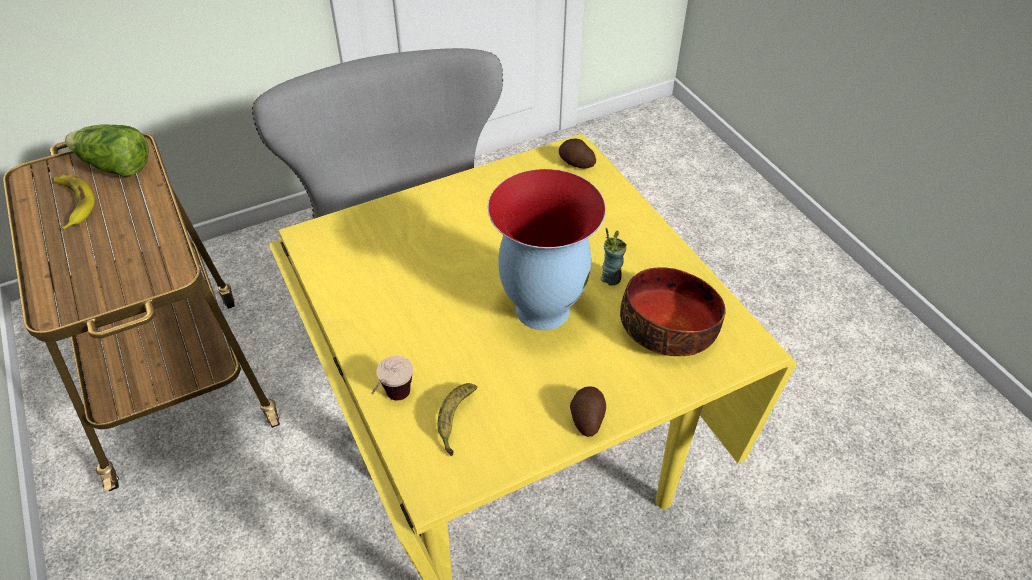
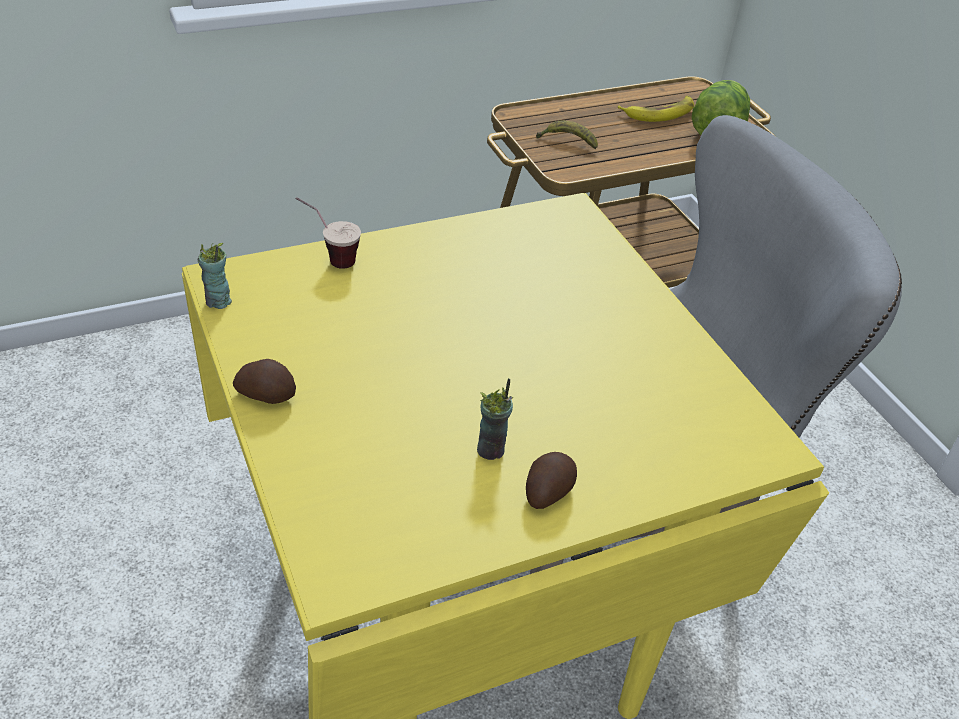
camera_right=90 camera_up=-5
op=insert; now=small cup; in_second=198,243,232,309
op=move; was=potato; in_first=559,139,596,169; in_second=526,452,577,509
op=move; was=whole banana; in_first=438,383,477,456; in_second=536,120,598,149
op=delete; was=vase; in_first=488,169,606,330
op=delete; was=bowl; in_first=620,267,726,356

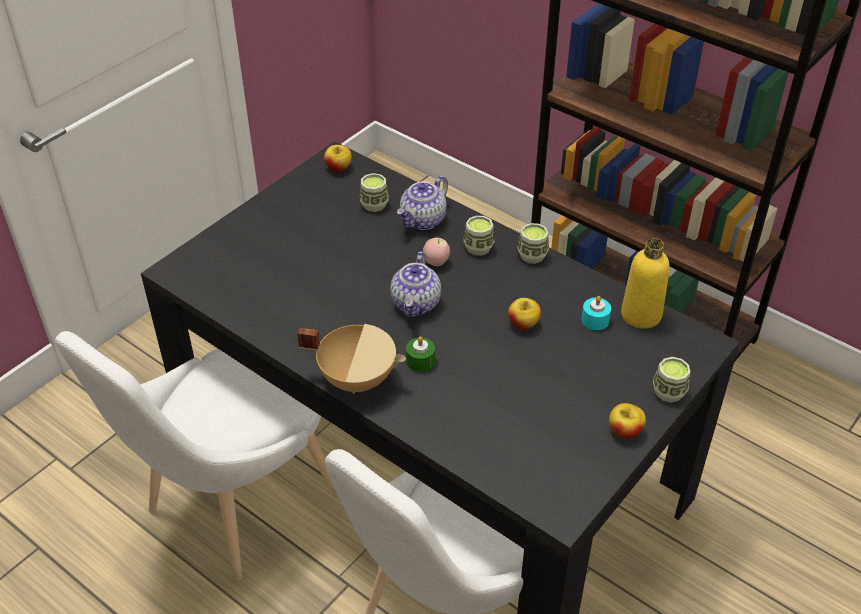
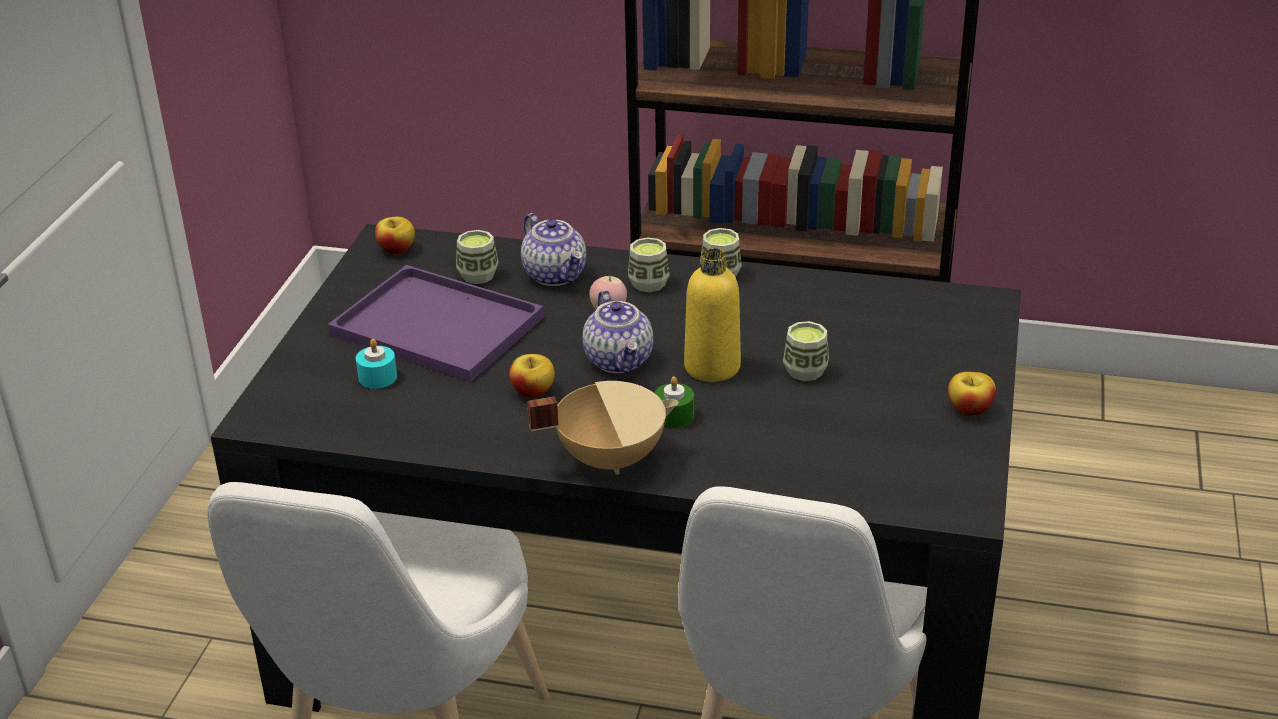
camera_right=-25 camera_up=-10
op=insert; now=tray in purple-coloured; in_second=328,265,544,382
op=move; was=wax candle in turquoise-coloured; in_first=581,296,611,330; in_second=356,339,397,389
op=move; was=apple fruit; in_first=508,298,541,330; in_second=509,354,555,398
op=rotate; was=teapot; in_first=397,176,448,230; in_second=521,213,586,286; clockwise=-45
op=move; was=drink bottle in yellow-coloured; in_first=621,238,670,329; in_second=684,248,741,382
op=move; was=small cup; in_first=653,357,690,403; in_second=783,321,829,381

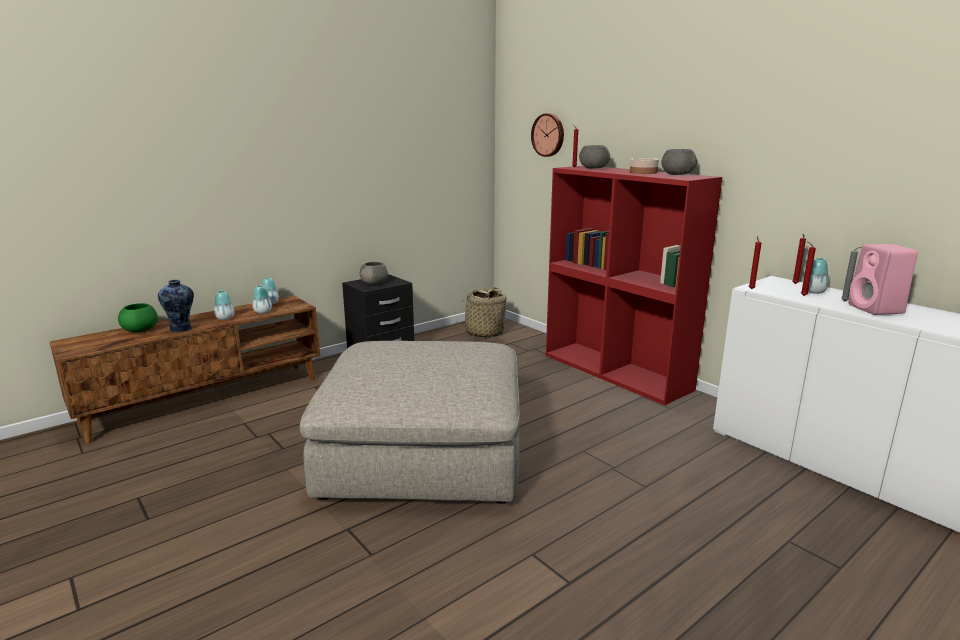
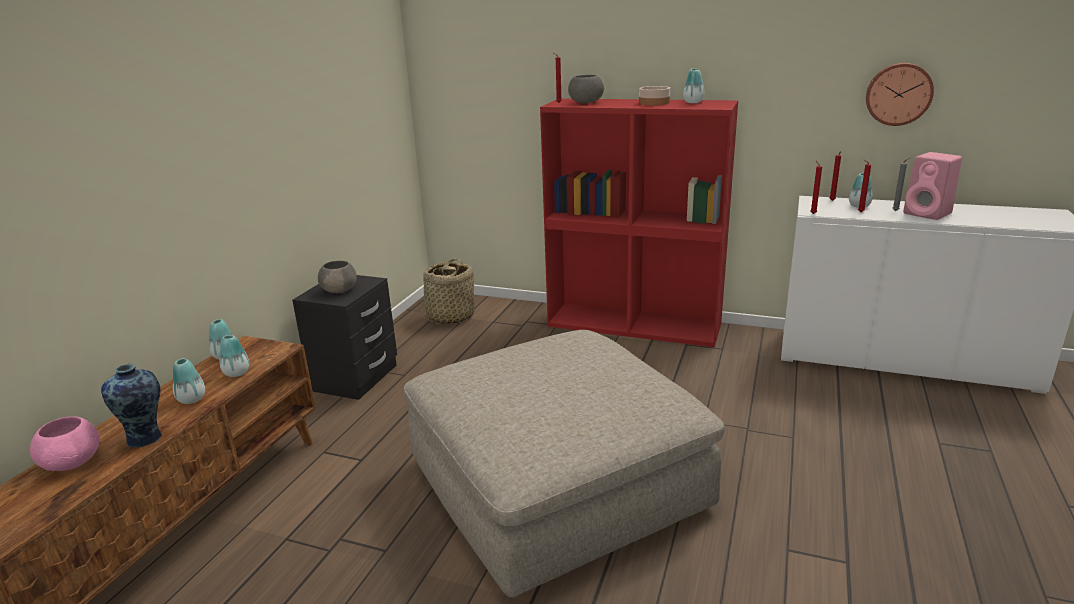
camera_right=-30 camera_up=5
op=recolor; was=bowl in greenish; now=bowl in pinkish; in_first=118,303,158,333; in_second=30,416,100,471
op=replace; was=bowl in gray; now=vase; in_first=662,149,697,175; in_second=683,69,704,103
op=move; was=hanging clock; in_first=531,114,564,157; in_second=866,63,934,126

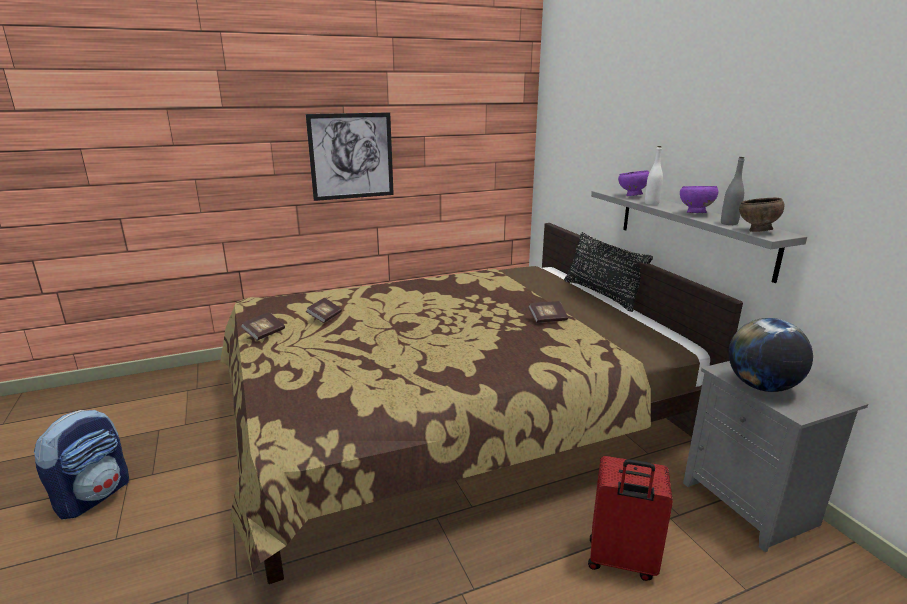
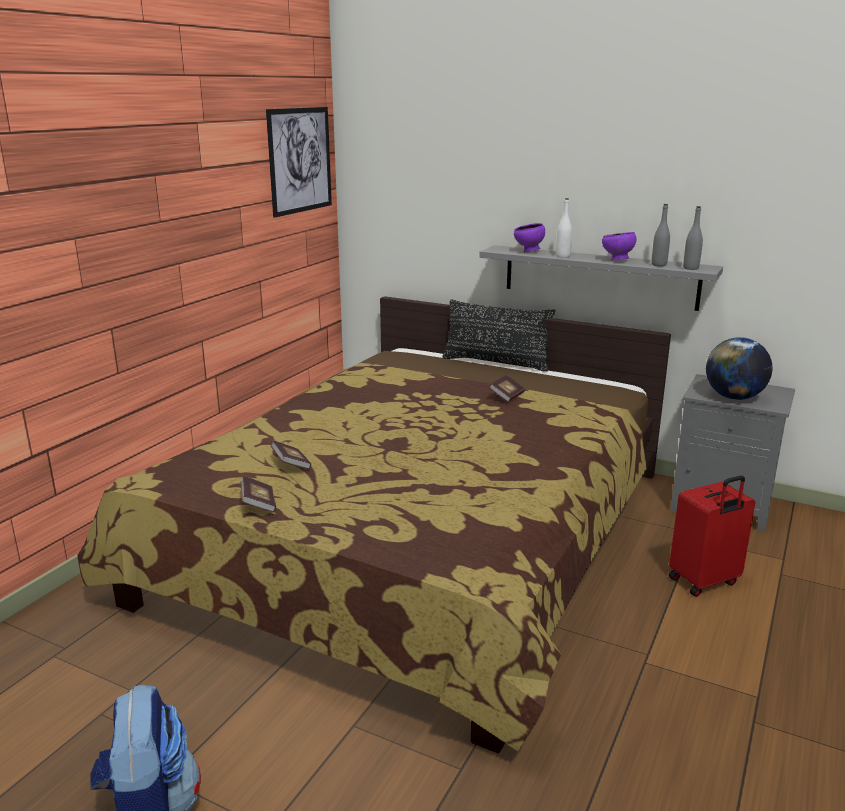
camera_right=-40 camera_up=0
op=move; was=wall art; in_first=306,112,394,201; in_second=266,107,332,218
op=replace; was=bowl in brownish; now=drink bottle in gray; in_first=739,198,785,232; in_second=683,206,703,270

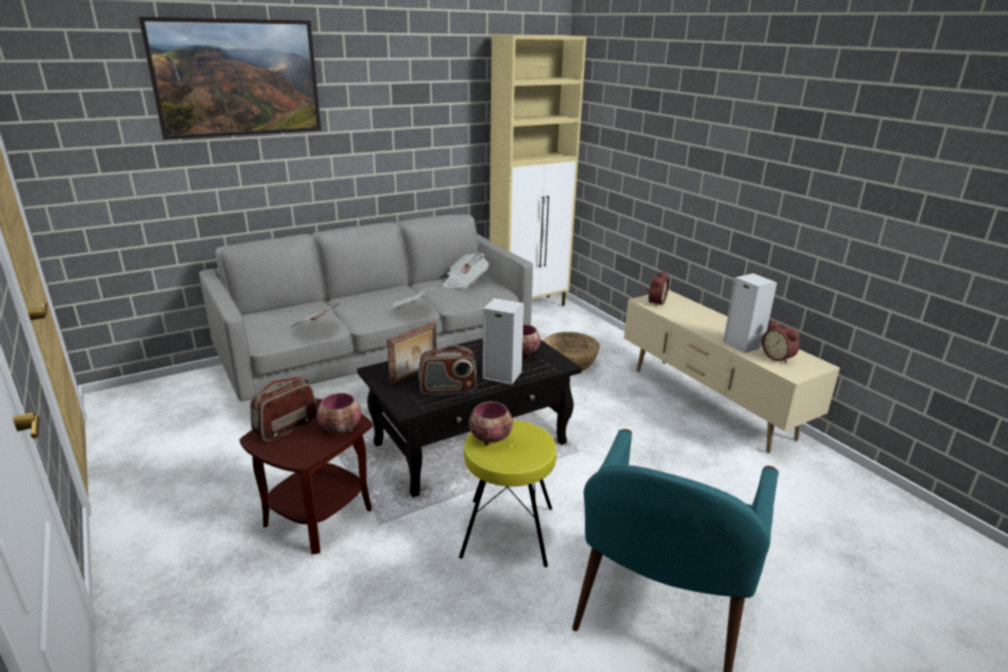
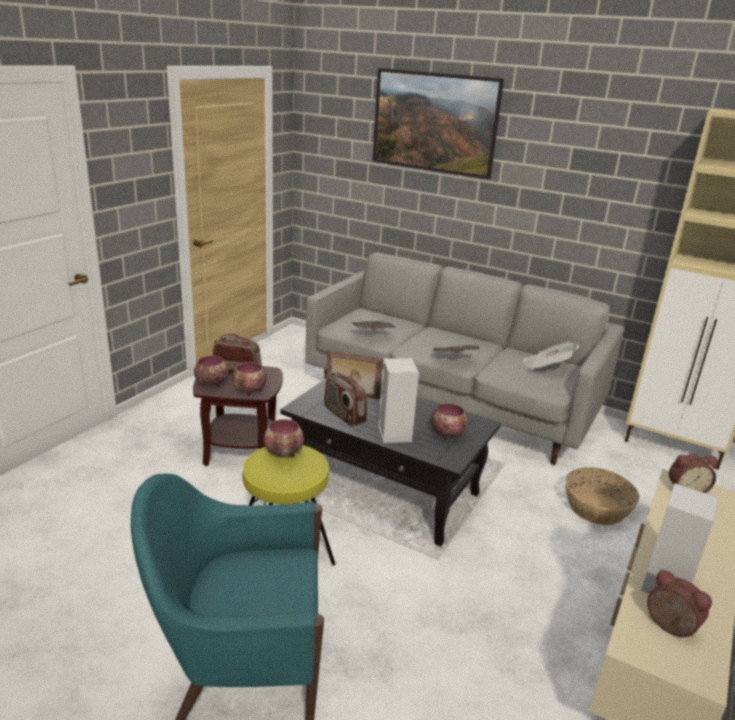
camera_right=60 camera_up=0
op=insert; now=bowl; in_second=194,355,228,387
op=rotate; was=bedside clock; in_first=762,320,800,364; in_second=647,569,712,637; clockwise=105

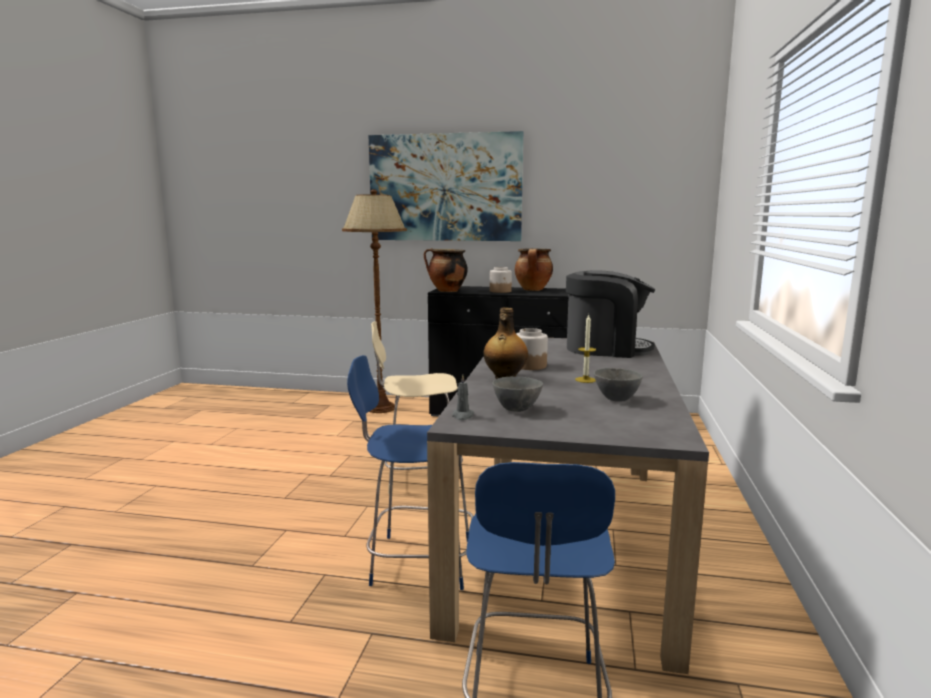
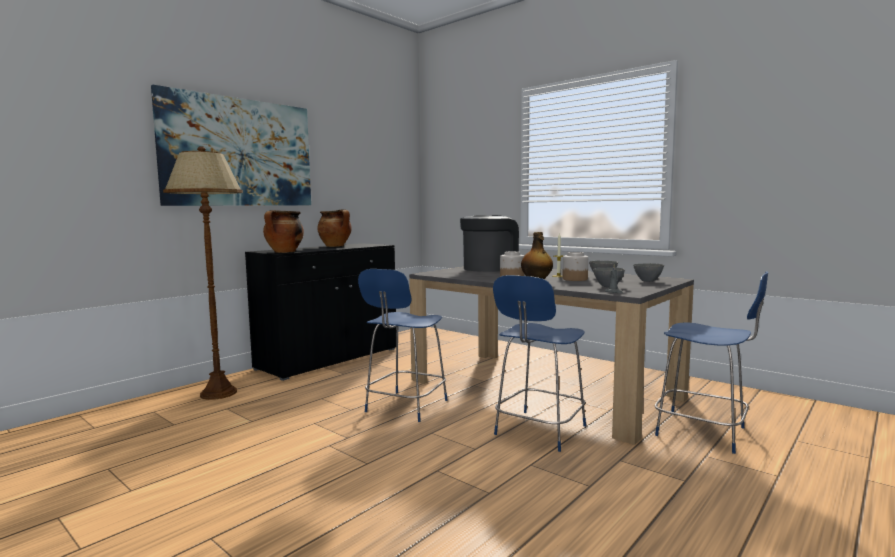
camera_right=-60 camera_up=-5
op=recolor; was=upright chair in beige-coloured; now=upright chair in blue-coloured; in_first=371,321,463,493; in_second=358,269,448,422
op=move; was=preserve jar; in_first=490,267,512,293; in_second=563,252,588,281
op=insert; now=bowl in gray; in_second=633,263,664,282

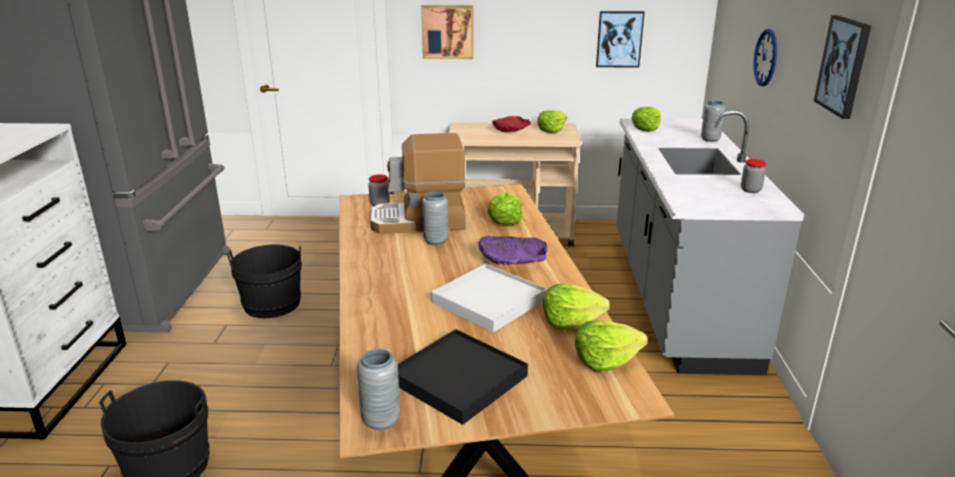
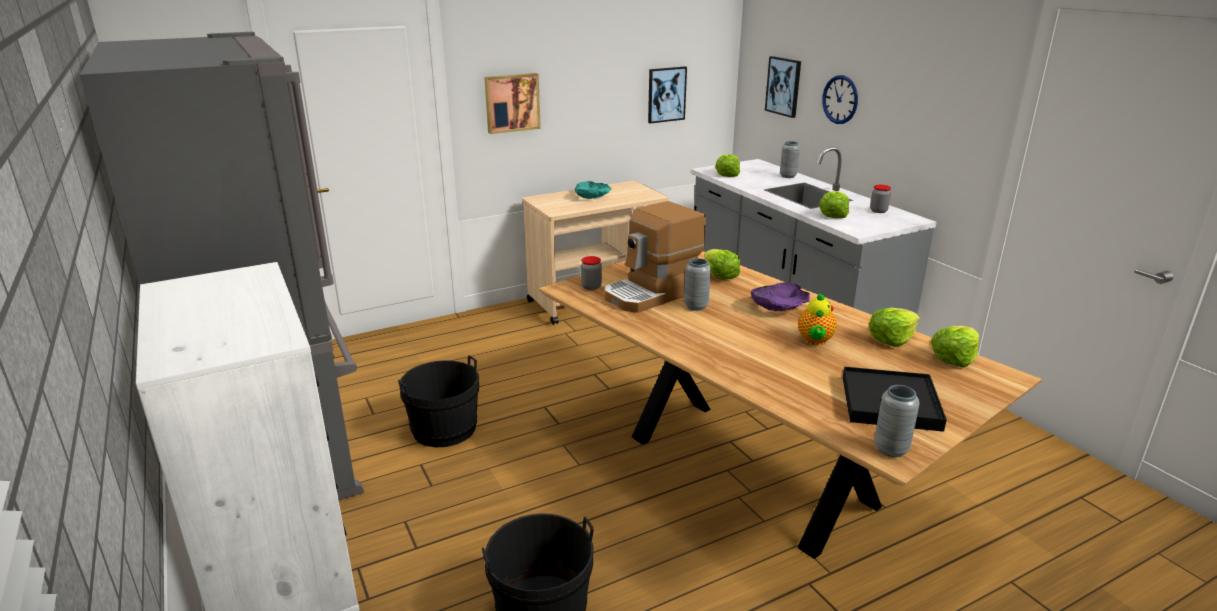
camera_right=-30 camera_up=0
op=recolor; was=bowl in red; now=bowl in turquoise-coloured; in_first=492,116,531,132; in_second=575,181,611,199
op=move; was=wall art; in_first=814,15,871,119; in_second=765,56,801,118
op=replace; was=tray in whitish; now=teapot; in_first=431,264,547,332; in_second=798,293,837,346
op=move; was=lettuce; in_first=537,110,567,133; in_second=819,191,849,218

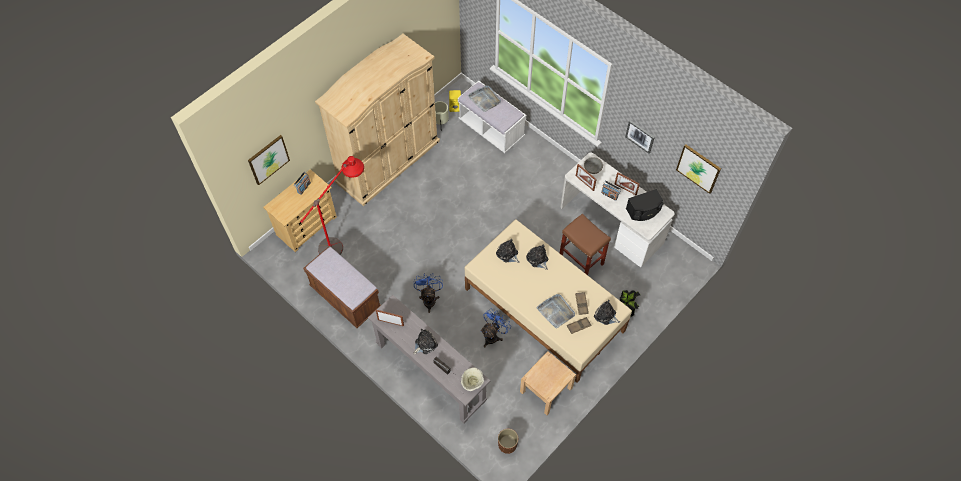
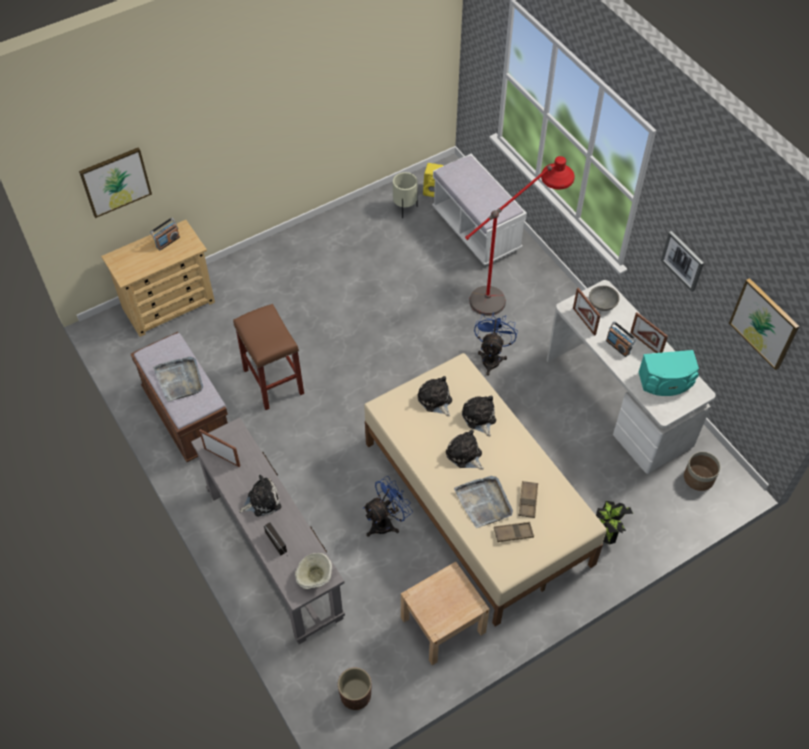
camera_right=15 camera_up=-5
op=move; was=tray in gray; in_first=468,86,501,112; in_second=153,357,203,402
op=move; was=stool seat in brownish; in_first=560,214,611,275; in_second=233,304,304,410
op=move; was=plush toy; in_first=594,300,620,325; in_second=446,429,484,470
op=move; was=standing lamp in red; in_first=300,156,364,255; in_second=465,156,575,316
op=move; was=cooling fan in blue-coloured; in_first=414,273,443,313; in_second=474,312,518,376
op=recolor; was=loudspeaker in black-coloured; now=loudspeaker in turquoise-coloured; in_first=626,189,664,221; in_second=638,350,699,396
op=insert; now=flower pot; in_second=684,452,720,491
op=delete; was=armoire in beige-coloured; in_first=315,34,440,206

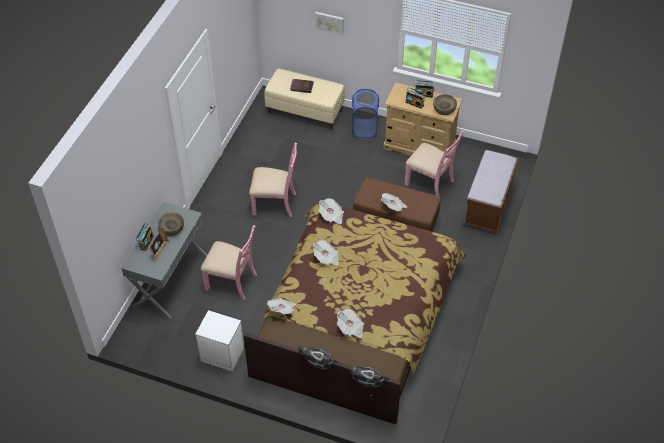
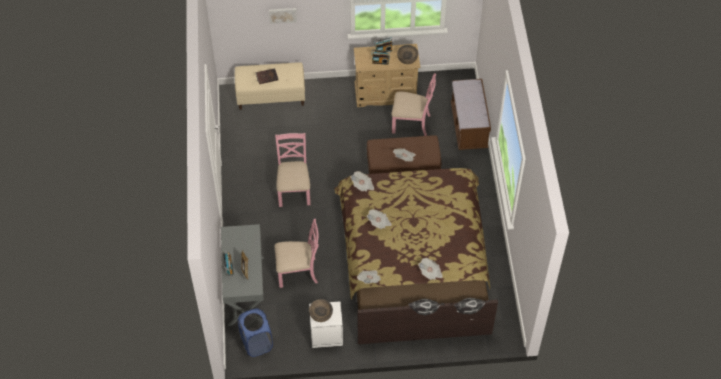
camera_right=-25 camera_up=5
op=move; was=washing basket in blue-coloured; in_first=352,89,379,138; in_second=238,308,273,357
op=rotate; was=upright chair in pinkish; in_first=249,143,297,217; in_second=275,133,311,207; clockwise=-75
op=move; was=bowl in brownish; in_first=158,212,184,236; in_second=309,299,333,322

